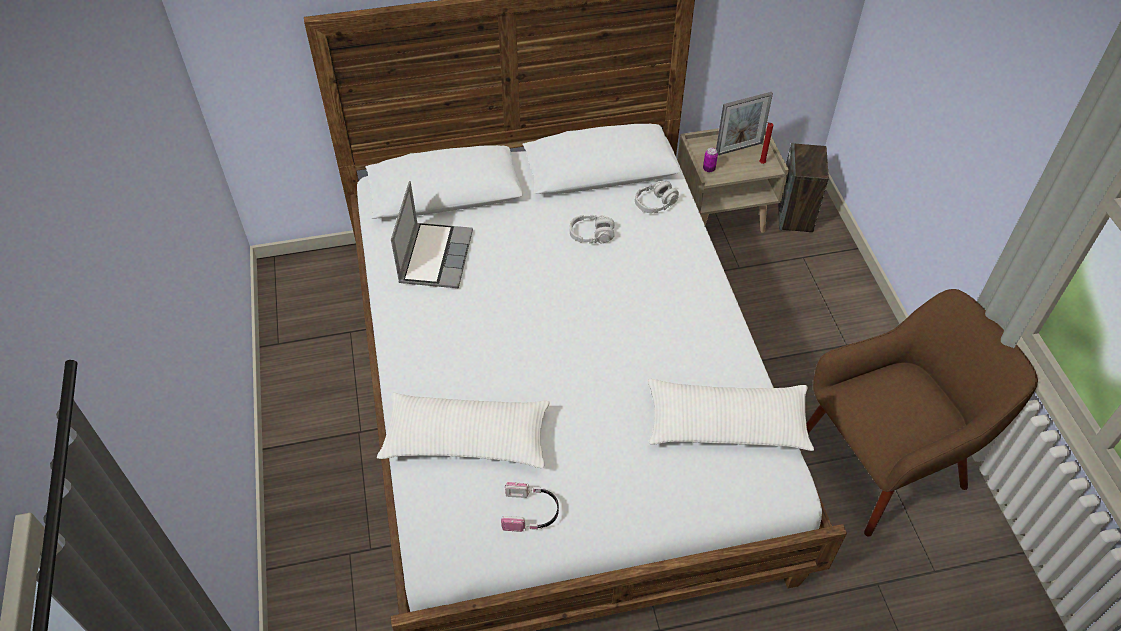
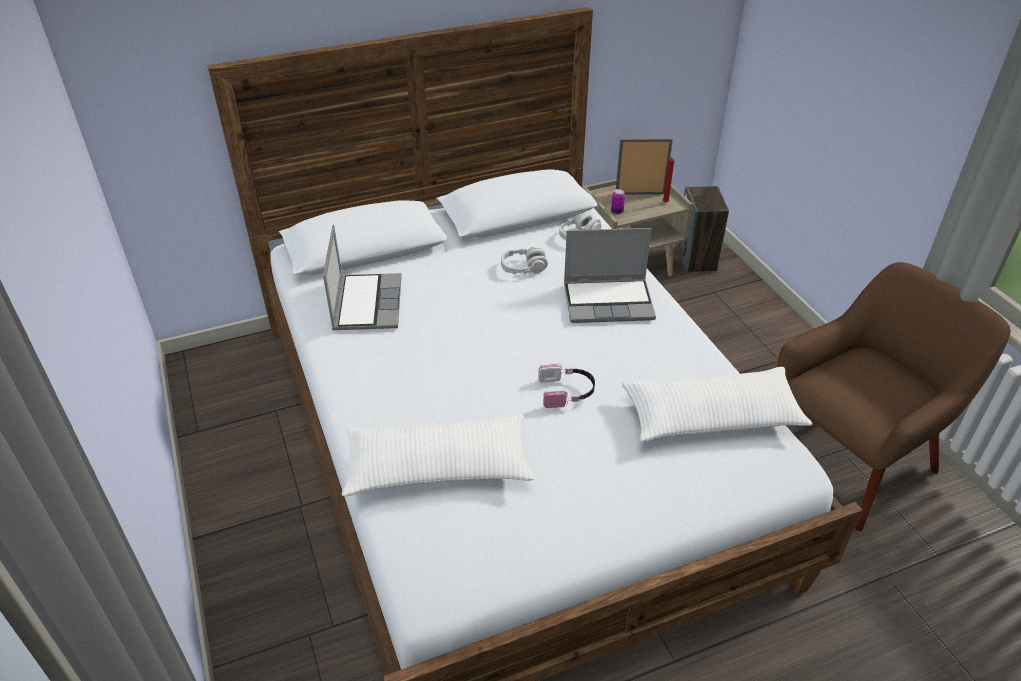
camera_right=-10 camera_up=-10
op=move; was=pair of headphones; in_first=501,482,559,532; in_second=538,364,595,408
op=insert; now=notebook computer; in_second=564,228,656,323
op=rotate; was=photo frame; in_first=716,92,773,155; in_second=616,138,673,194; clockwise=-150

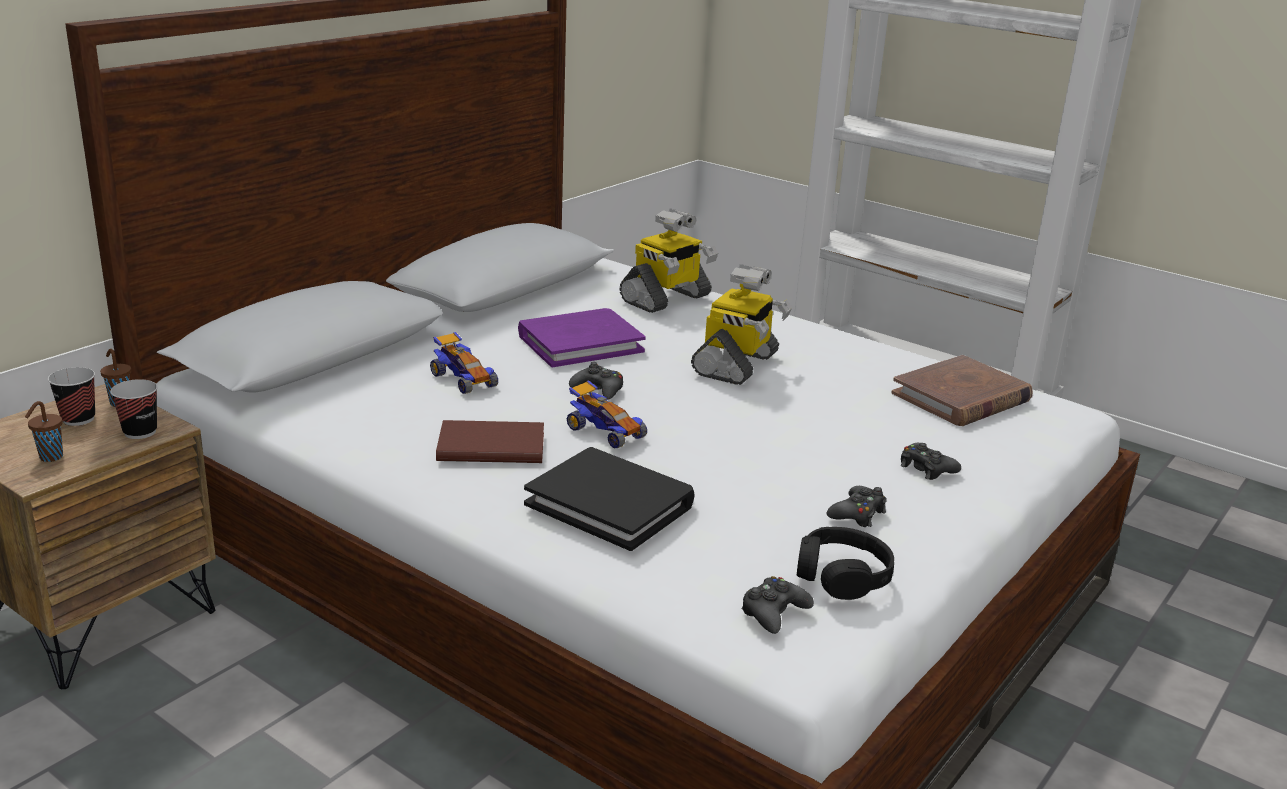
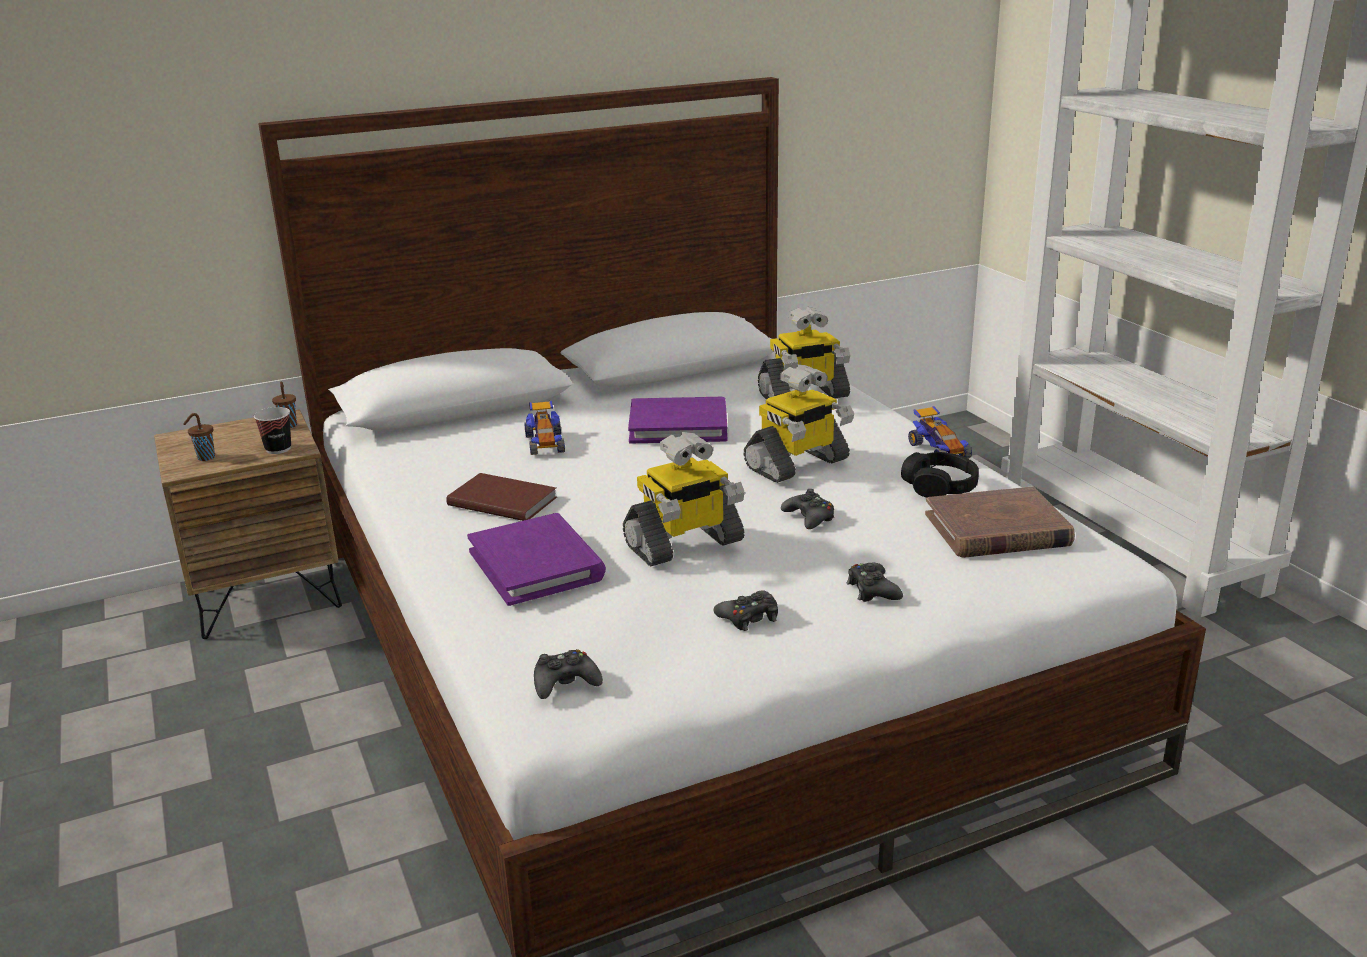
camera_right=30 camera_up=0
op=recolor; was=book in black-coloured; now=book in purple-coloured; in_first=524,447,694,551; in_second=467,513,606,606
op=insert; now=model robot; in_second=623,432,745,566
op=move; was=gamepad in black-coloured; in_first=569,362,623,400; in_second=781,489,834,529
op=move; was=pair of headphones in black-coloured; in_first=797,527,894,600; in_second=901,452,979,497
op=move; was=model car; in_first=567,380,647,448; in_second=908,406,972,458
op=delete; was=small cup; in_first=48,367,95,426

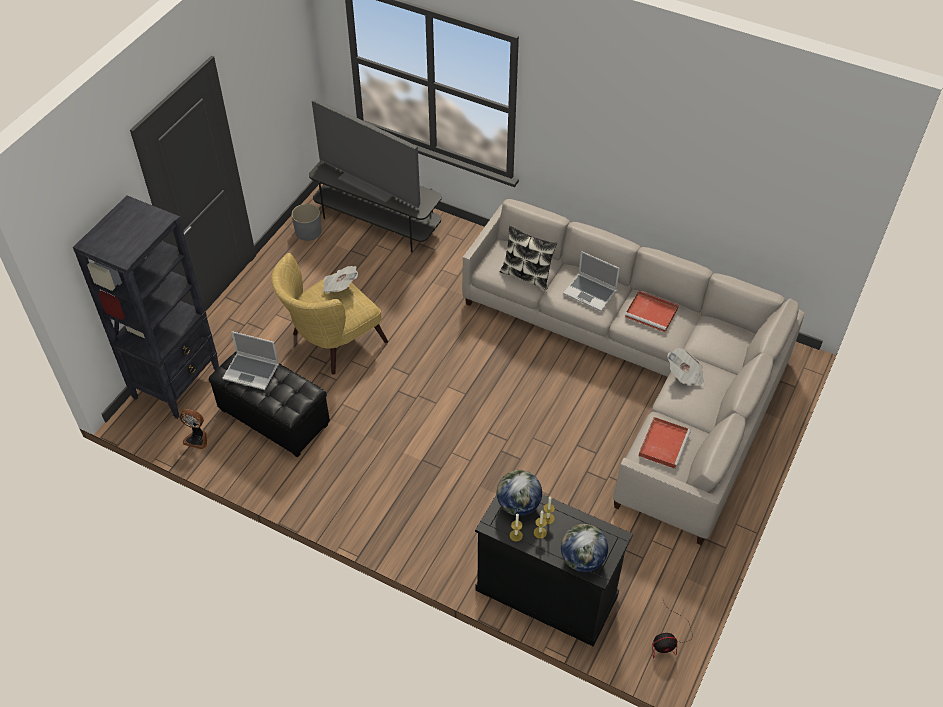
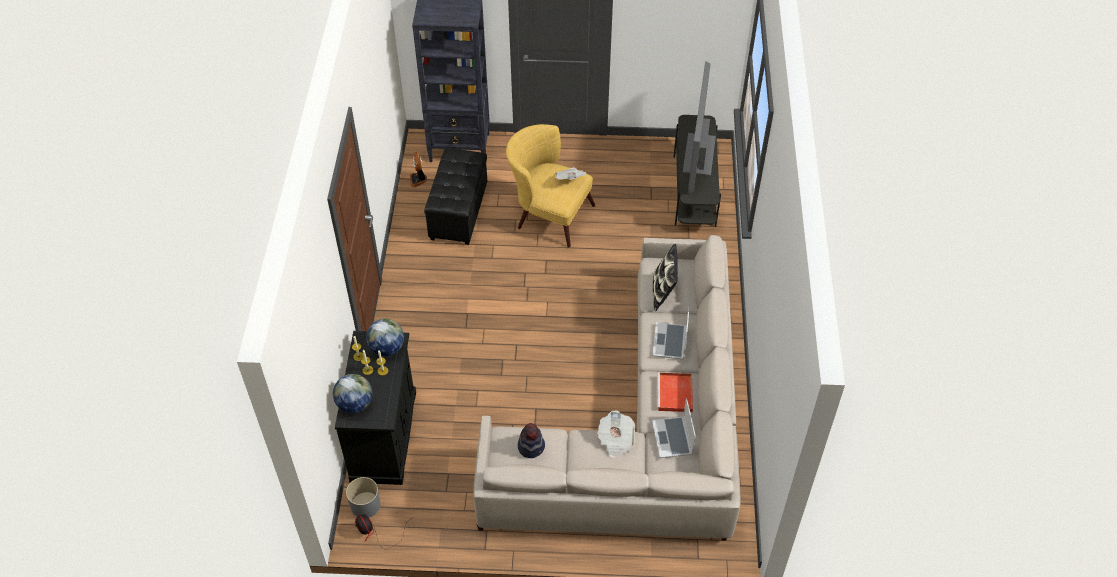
camera_right=65 camera_up=0
op=move; was=flower pot in gray; in_first=292,204,322,241; in_second=346,477,380,518
op=replace; was=tray in red; now=hat; in_first=639,417,691,469; in_second=518,423,545,458
op=move; was=notebook computer; in_first=222,331,279,390; in_second=652,398,696,458

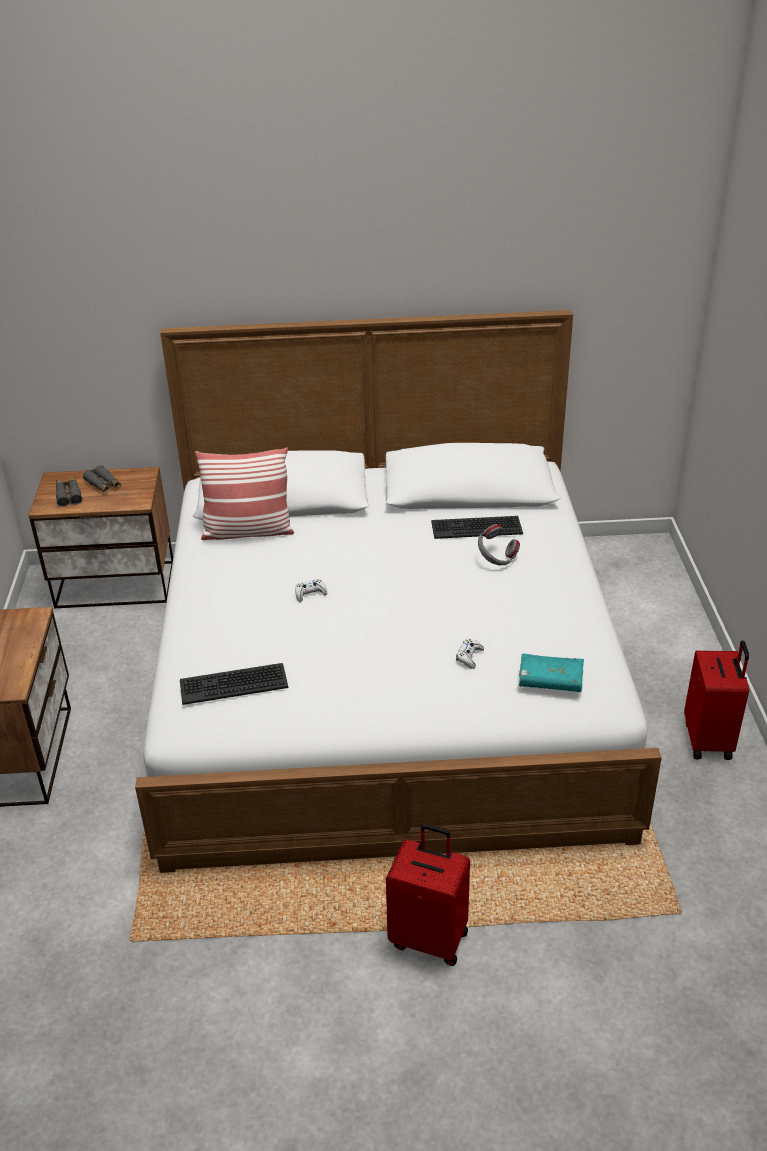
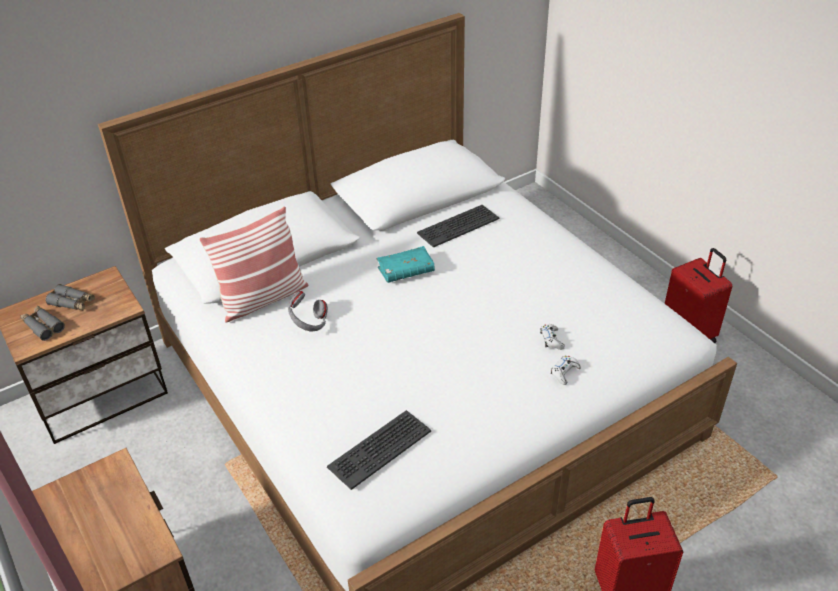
camera_right=-30 camera_up=5
op=move; was=pair of headphones in gray; in_first=478,524,520,565; in_second=288,291,328,332
op=move; was=book in turquoise-coloured; in_first=519,653,584,692; in_second=376,246,435,283
op=move; was=gamepad in whitish; in_first=295,579,327,602; in_second=551,356,581,385

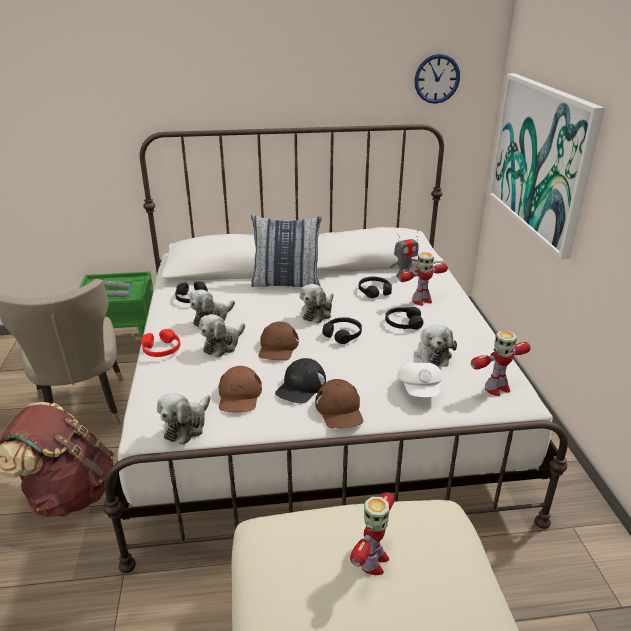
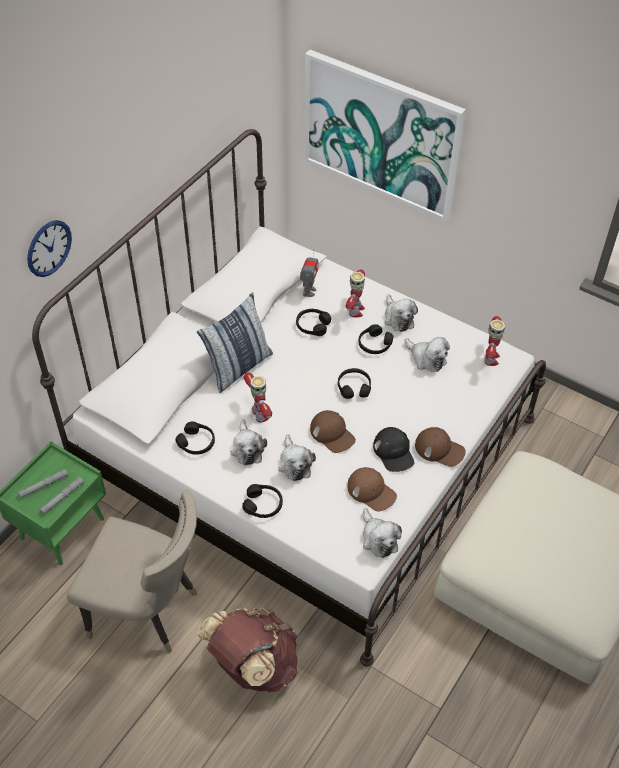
camera_right=-50 camera_up=20
op=move; was=hanging clock; in_first=414,54,460,104; in_second=27,220,72,277
op=recolor; was=pair of headphones in red; now=pair of headphones in black-coloured; in_first=141,329,181,357; in_second=242,484,283,518
op=move; was=model robot; in_first=350,492,394,575; in_second=244,372,272,423
op=move; was=plush toy; in_first=300,284,334,323; in_second=385,294,418,332
op=delete; was=baseball cap in whitish; in_first=397,362,443,397

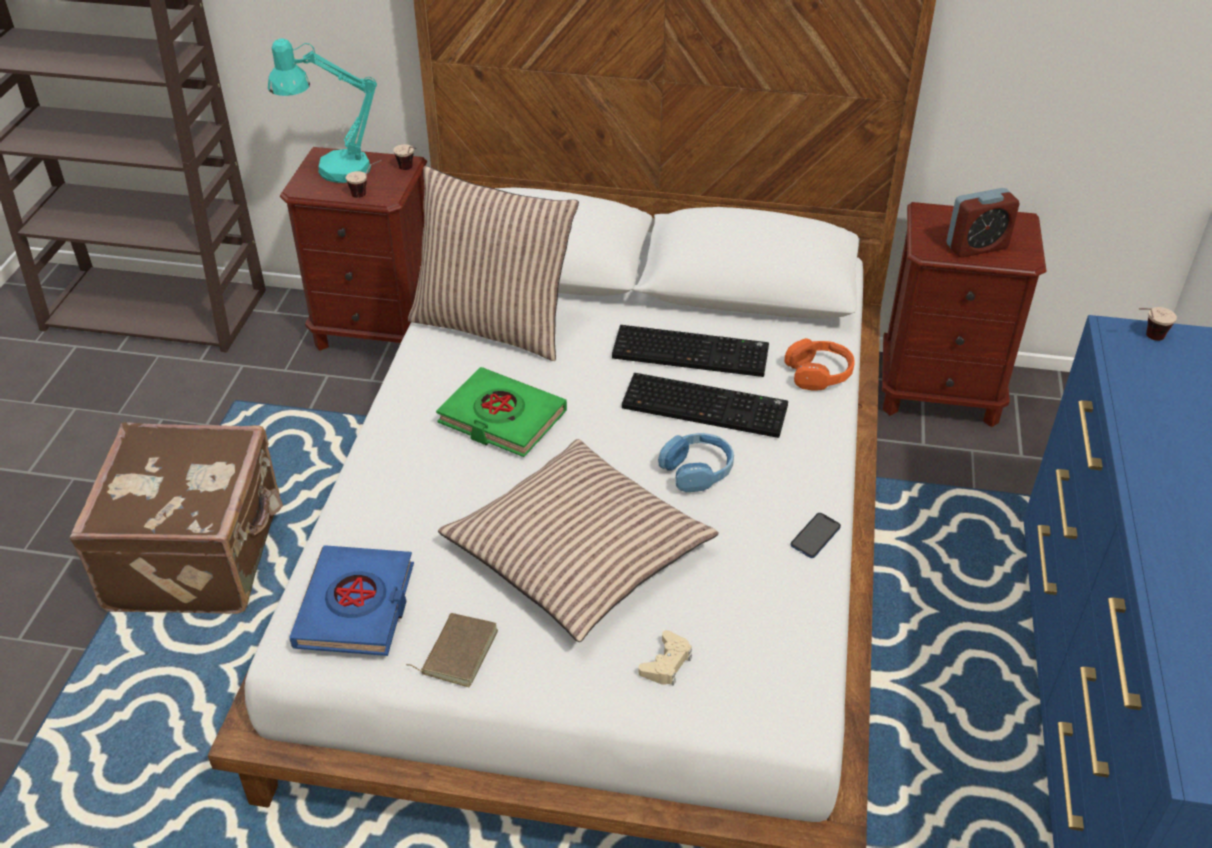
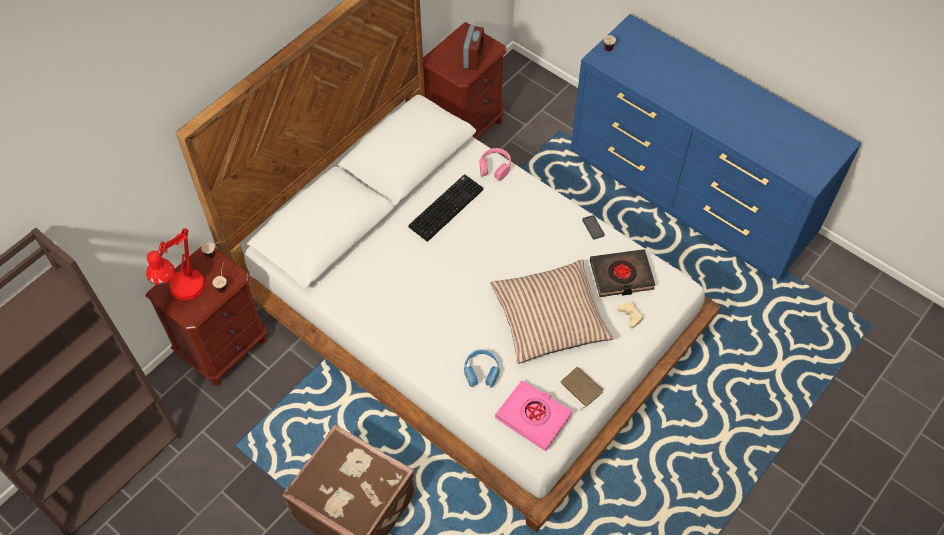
camera_right=-60 camera_up=15
op=recolor; was=lamp for a table in turquoise-coloured; now=lamp for a table in red; in_first=268,38,377,183; in_second=146,228,206,301
op=move; was=pair of headphones in blue-coloured; in_first=658,433,734,492; in_second=464,349,500,387
op=recolor; was=pair of headphones in orange; now=pair of headphones in pinkish; in_first=785,338,855,391; in_second=479,148,511,181
op=recolor; was=book in blue-coloured; now=book in pinkish; in_first=289,545,414,656; in_second=495,380,572,451
op=insert; now=book in black-coloured; in_second=590,249,655,297
op=delete; was=cushion; in_first=408,166,579,361
op=delete; was=book in greenish; in_first=436,367,567,457
op=delete; was=PC keyboard; in_first=622,373,788,438

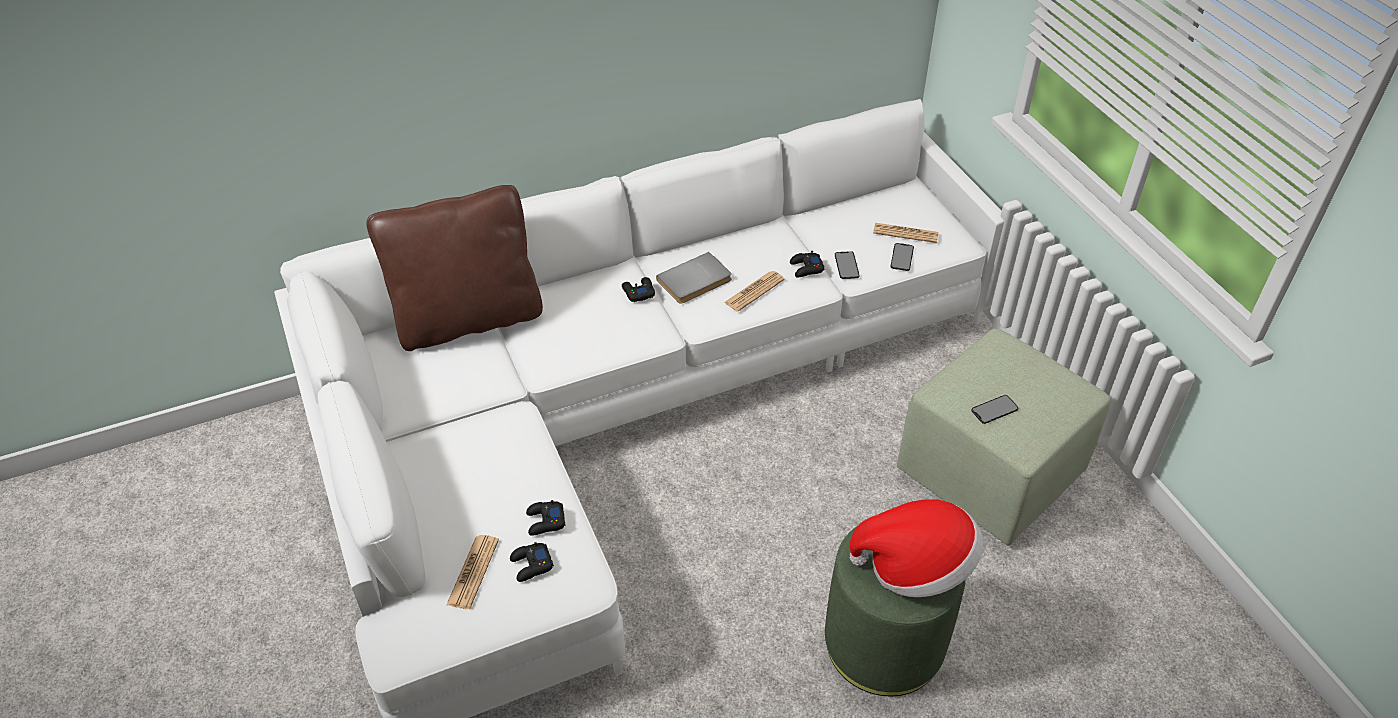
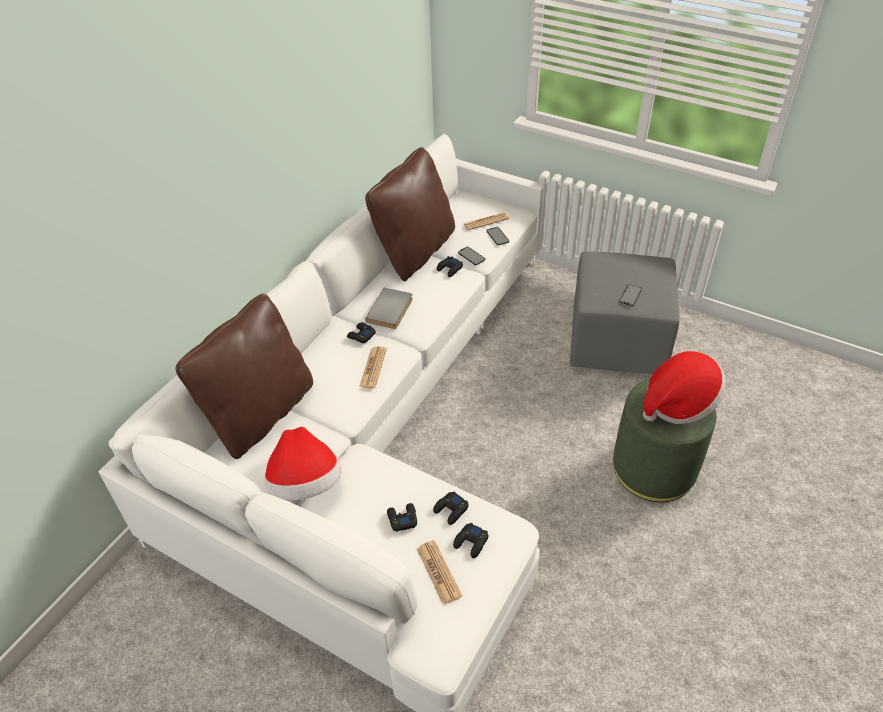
camera_right=-35 camera_up=0
op=insert; now=hat; in_second=265,427,341,500
op=move; was=printed paper; in_first=724,271,785,312; in_second=359,346,387,389
op=insert; now=cushion in brownish; in_second=365,147,455,281
op=insert; now=gamepad in black-coloured; in_second=387,503,417,532
op=recolor; was=pouffe in greenish; now=pouffe in gray; in_first=897,328,1111,546; in_second=570,251,680,374

